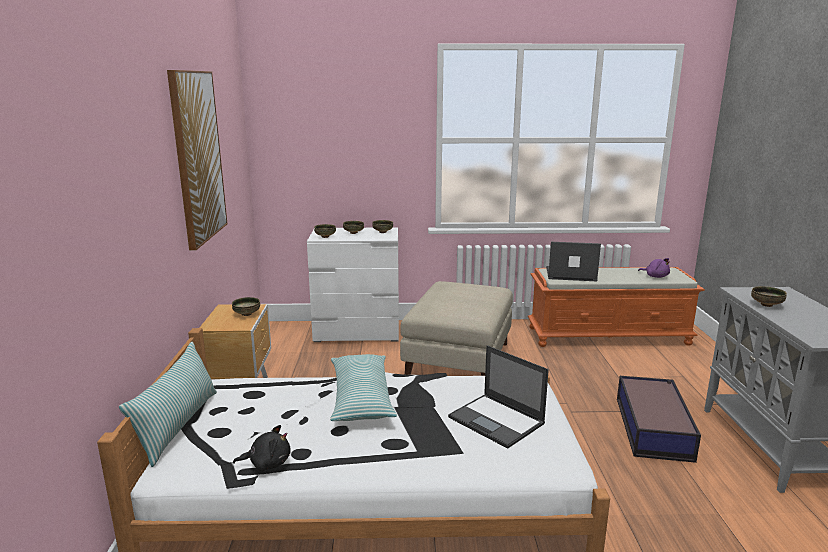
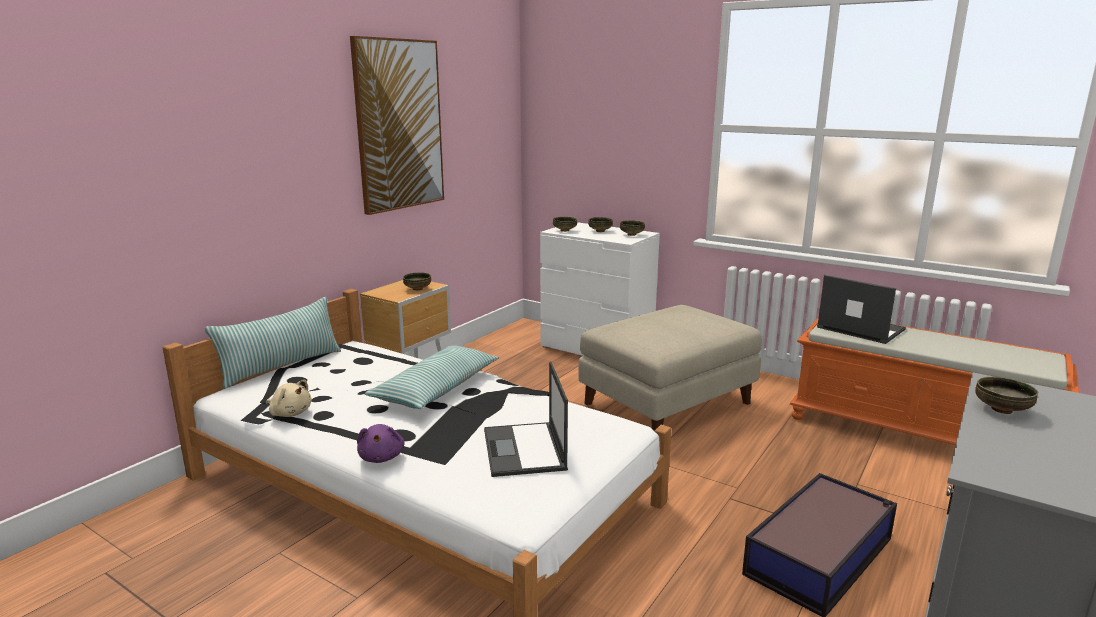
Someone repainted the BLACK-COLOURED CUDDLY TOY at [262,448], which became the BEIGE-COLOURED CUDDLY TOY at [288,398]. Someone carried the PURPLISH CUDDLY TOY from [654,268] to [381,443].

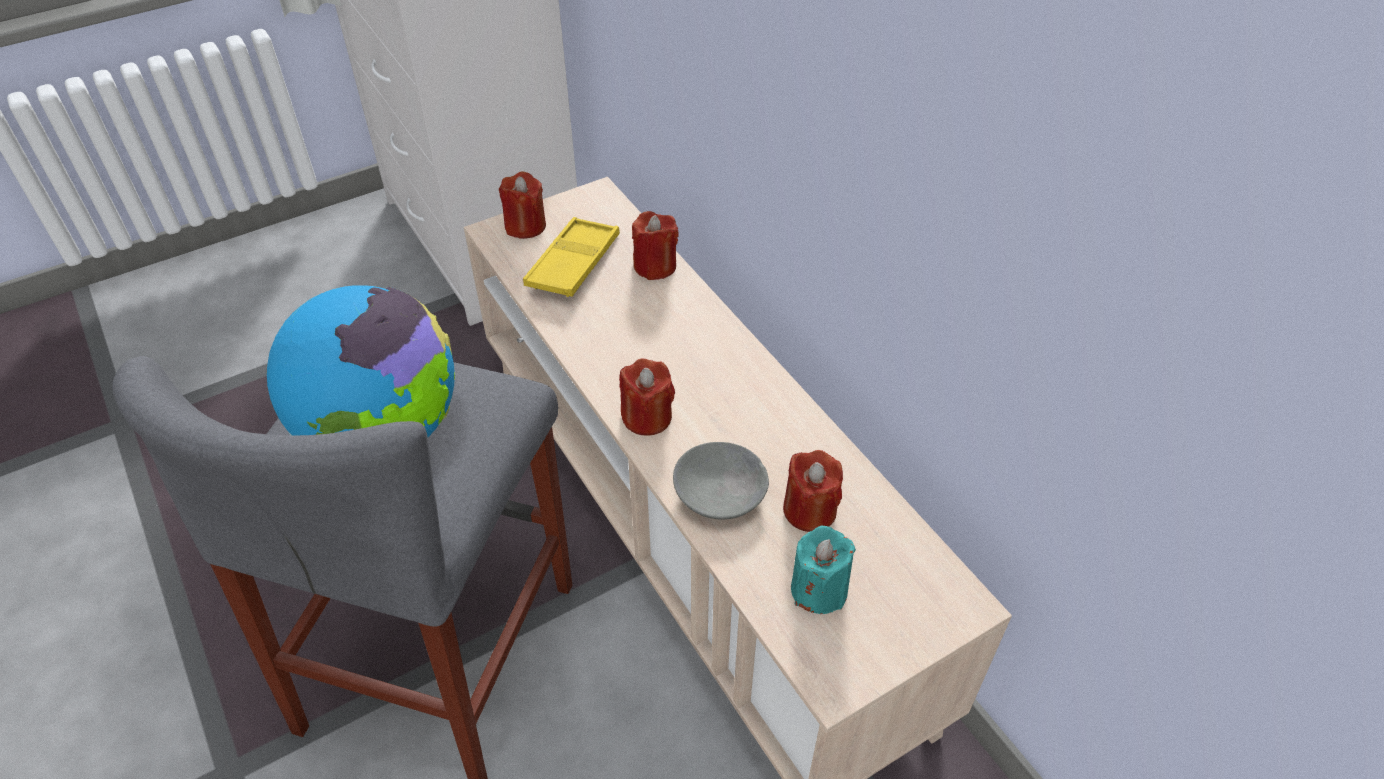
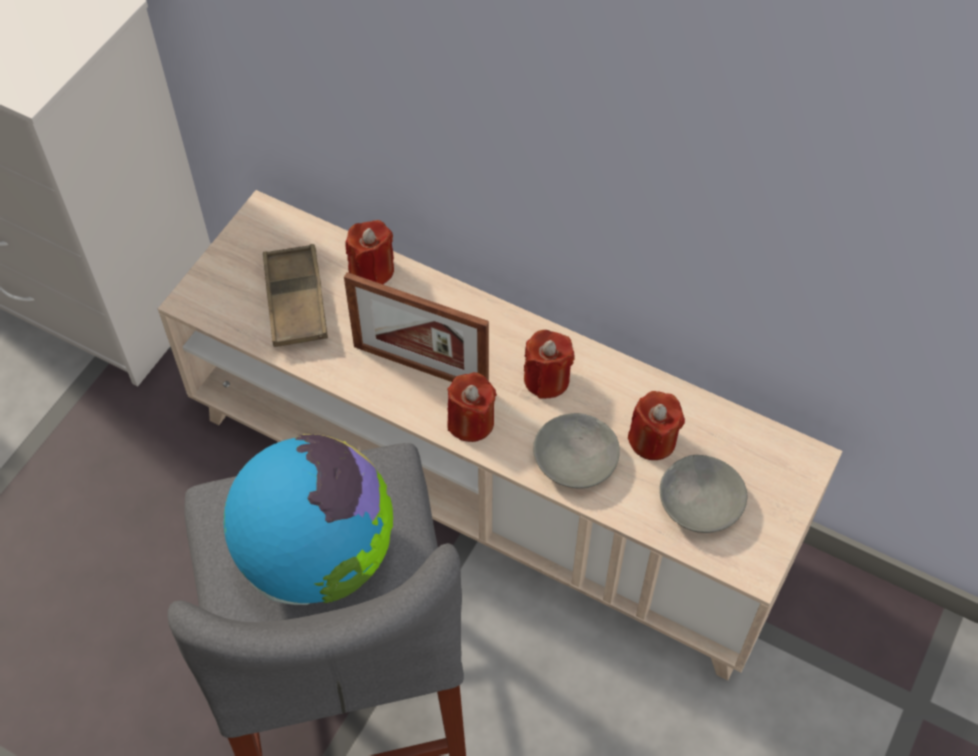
Someone carried the REDDISH CANDLE from [522,205] to [549,364]. Someone repainted the YELLOWISH CARRYING TRAY at [571,257], which became the BROWN-COLOURED CARRYING TRAY at [295,295]. Someone swapped the BLUE-GREEN CANDLE at [823,570] for the GREYISH BOWL at [703,494]. Someone put down the STANDING FRAME at [416,327].

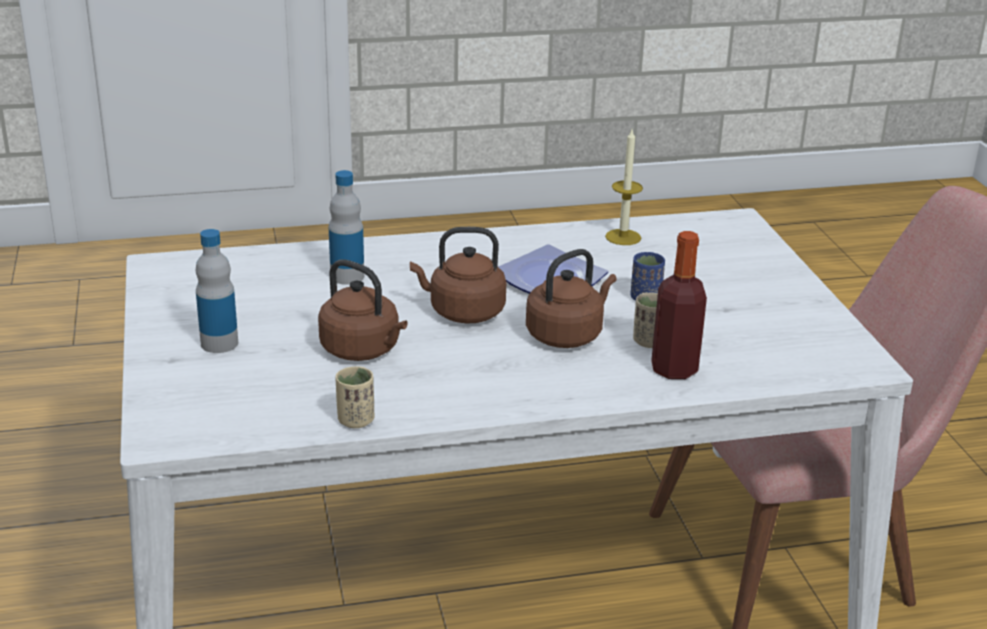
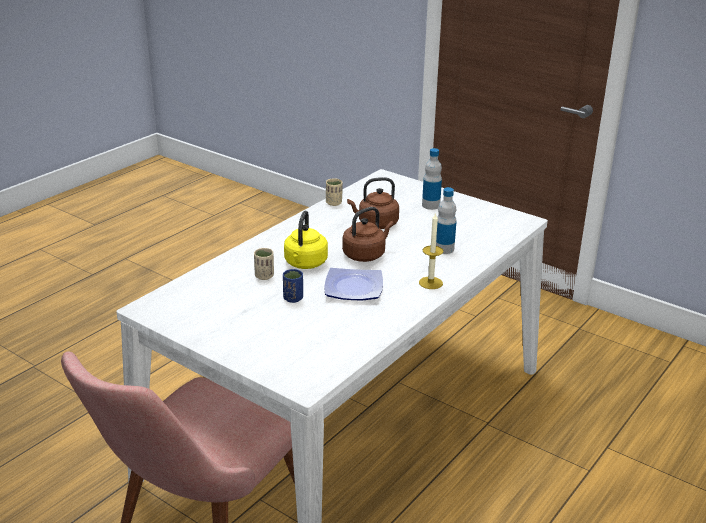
Someone repainted the BROWN-COLOURED WATER KETTLE at [571,298], which became the YELLOWISH WATER KETTLE at [306,240]. Someone carried the CANDLE from [624,187] to [431,250]. Someone took away the BEVERAGE BOTTLE at [679,305].

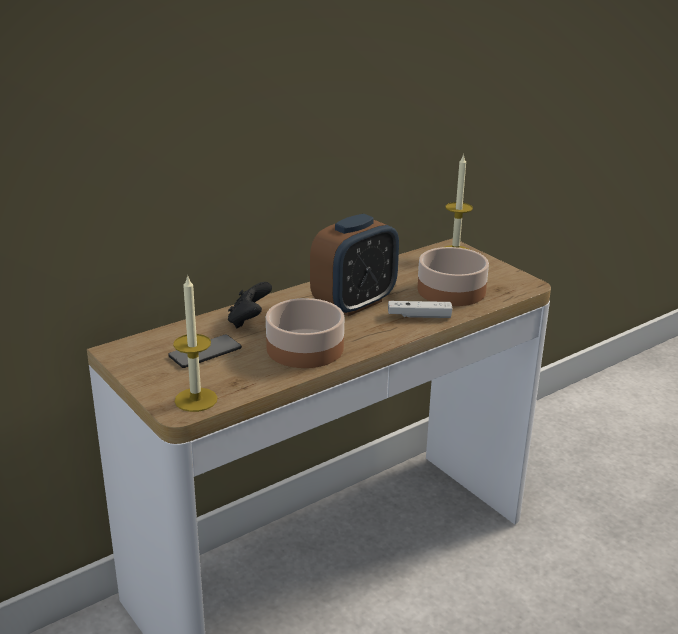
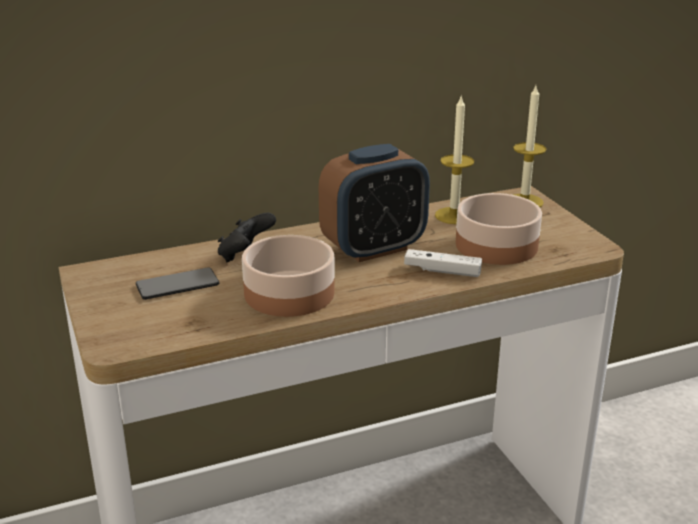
Someone carried the CANDLE from [195,343] to [454,159].

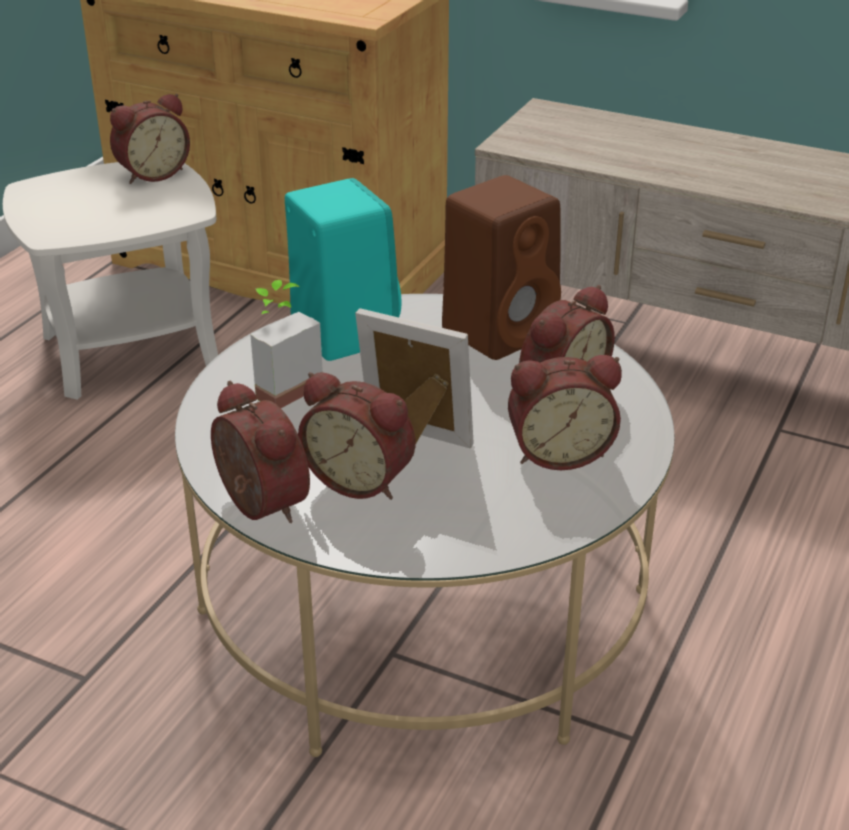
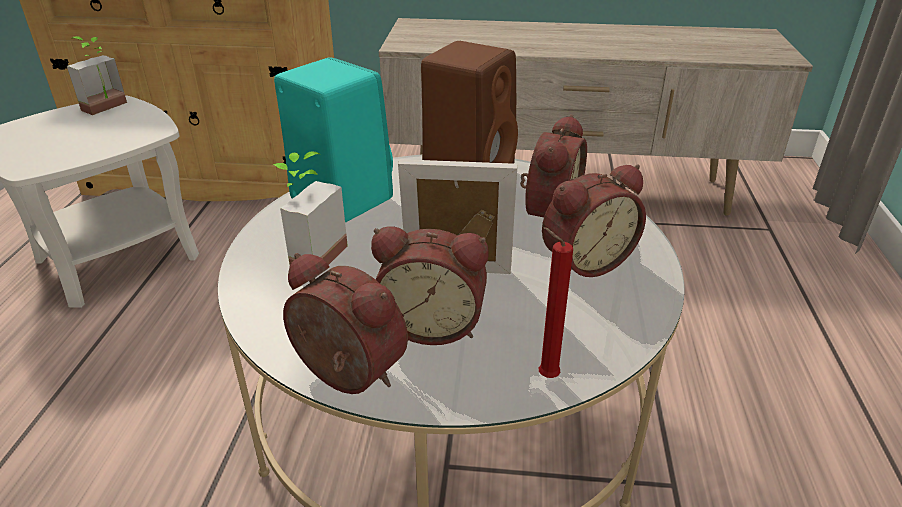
Someone swapped the BEDSIDE CLOCK at [150,138] for the POTTED PLANT at [97,75]. Someone put down the REDDISH CANDLE at [556,302].

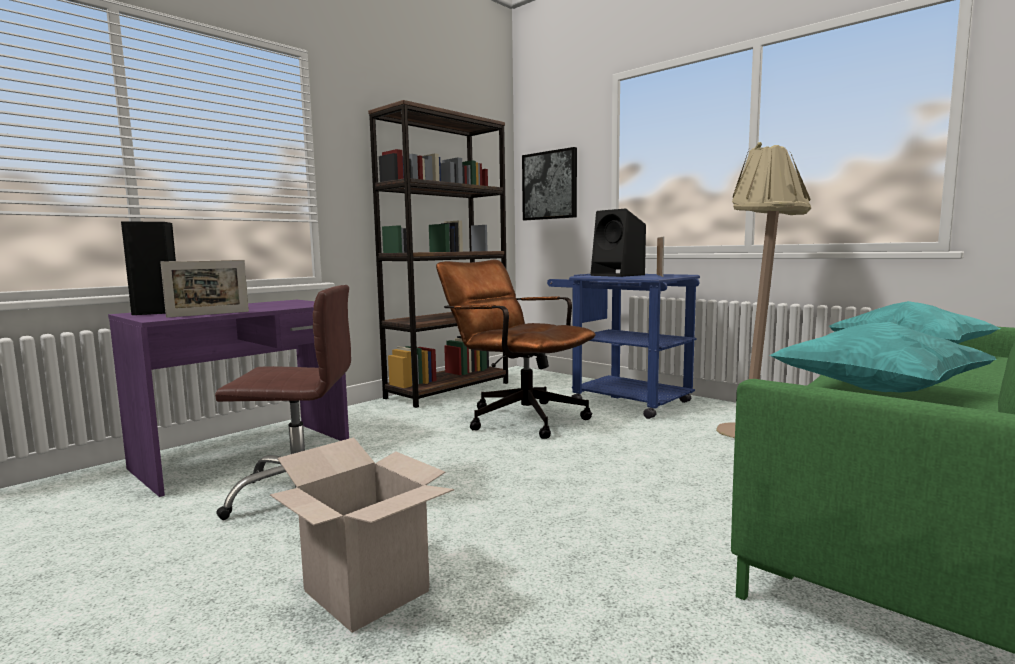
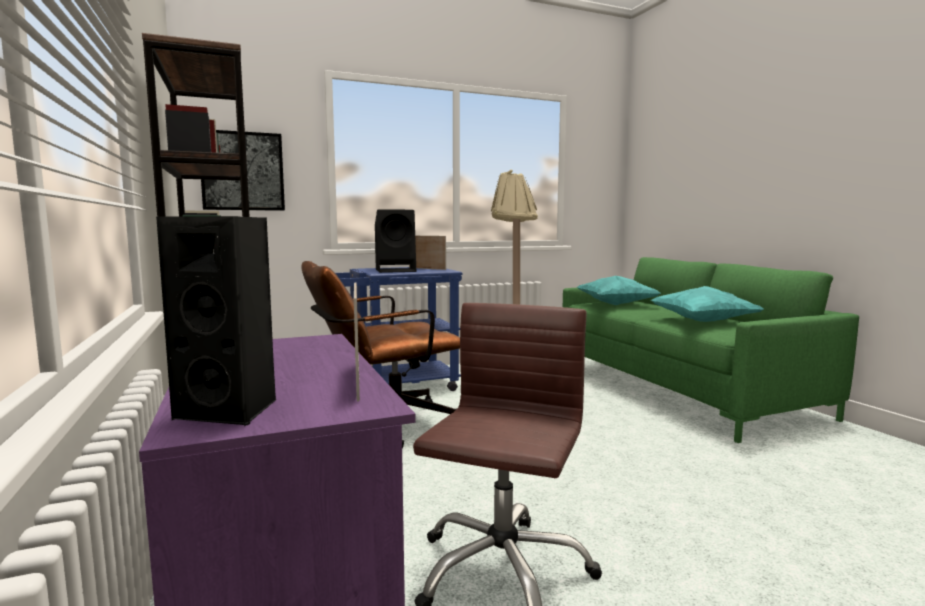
Someone took away the PACKING BOX at [362,535].

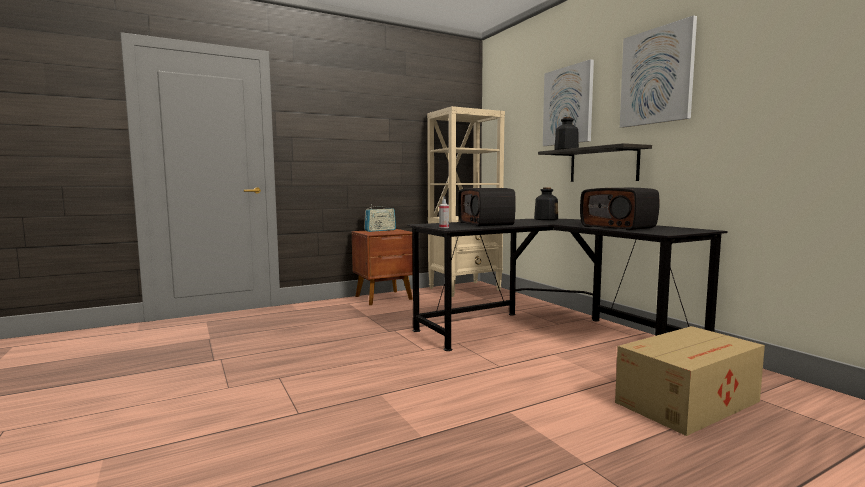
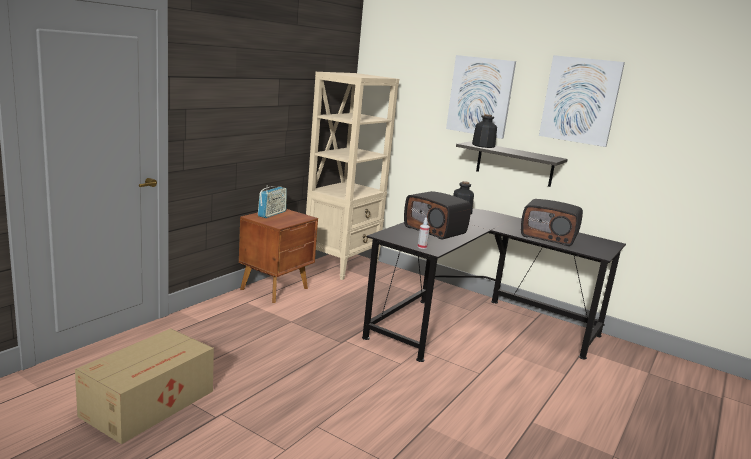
Someone carried the PACKING BOX from [690,381] to [144,386].

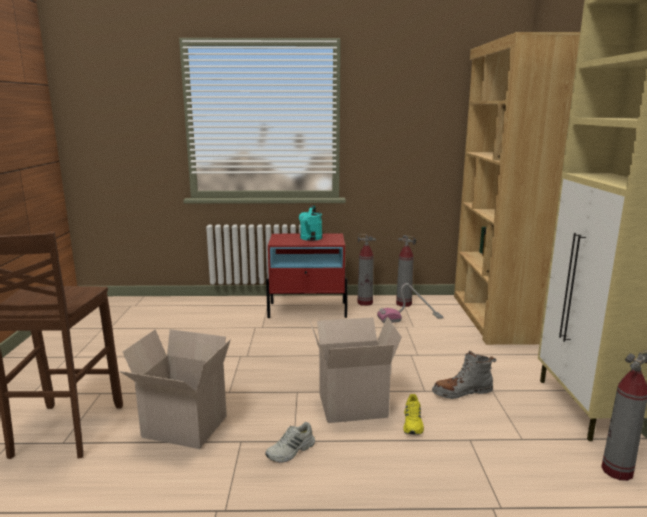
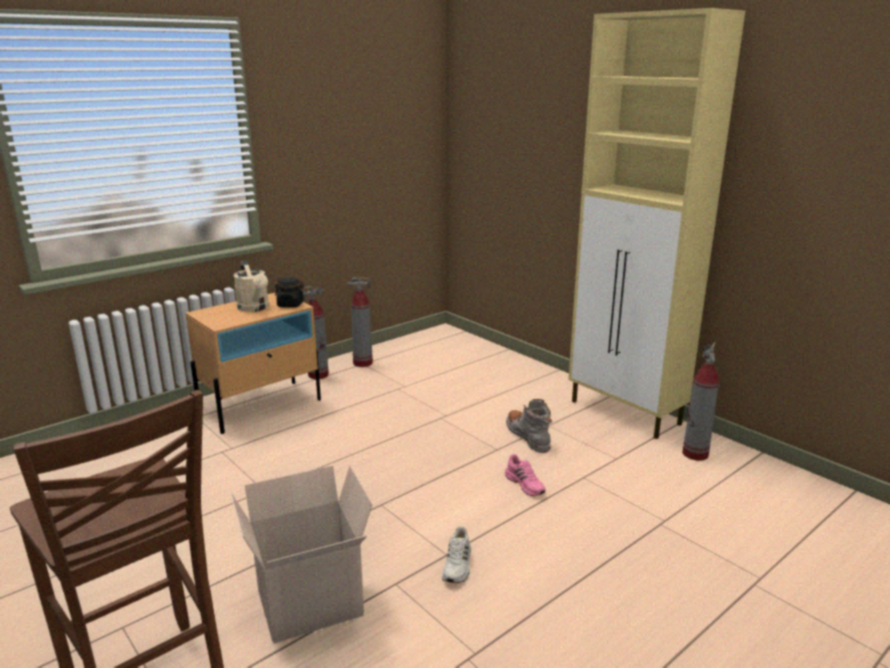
Someone repainted the REDDISH NIGHT TABLE at [307,275], which became the BEIGE-COLOURED NIGHT TABLE at [253,363]. Someone repainted the BLUE-GREEN WATERING CAN at [311,223], which became the BEIGE-COLOURED WATERING CAN at [251,286]. Someone took away the PACKING BOX at [356,369]. Someone took away the VACUUM at [410,303]. Someone repainted the YELLOWISH LOW SHOE at [413,414], which became the PINK LOW SHOE at [525,475]. Someone rotated the GREYISH BOOT at [464,375] by 120 degrees clockwise. Someone took away the BROWN-COLOURED BOOKSHELF at [517,188]. Someone put down the BLACK-COLOURED JAR at [289,292].

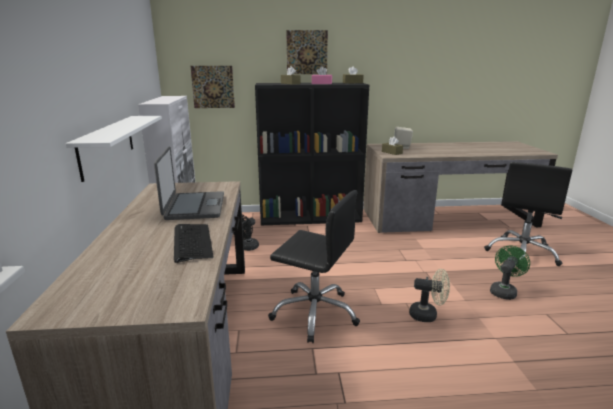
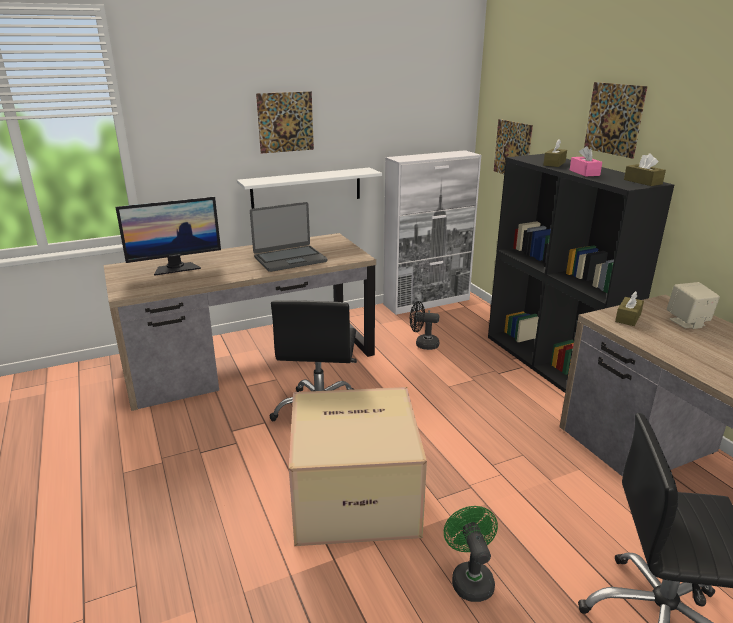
Someone took away the PC KEYBOARD at [194,243]. Someone swapped the BEIGE-COLOURED COOLING FAN at [429,295] for the PACKING BOX at [358,466]. Someone rotated the GREENISH COOLING FAN at [510,273] by 120 degrees counterclockwise. Someone put down the MONITOR at [168,236]. Someone put up the WALL ART at [285,122].

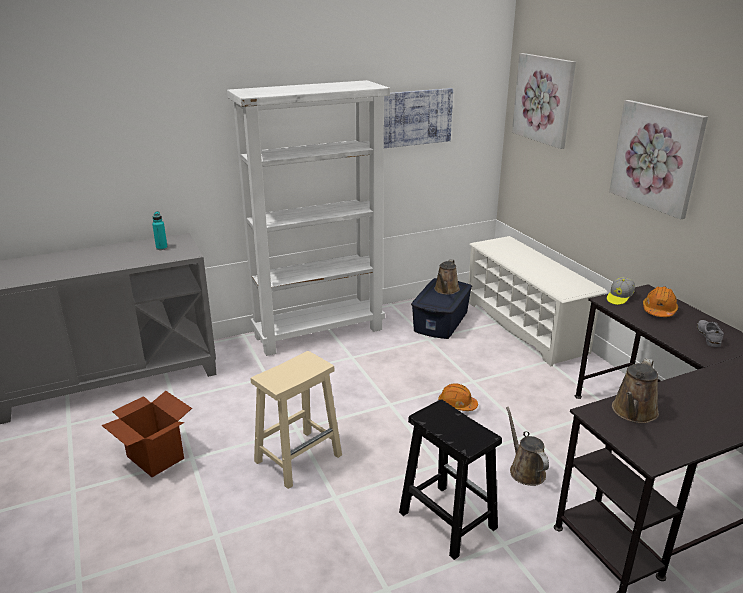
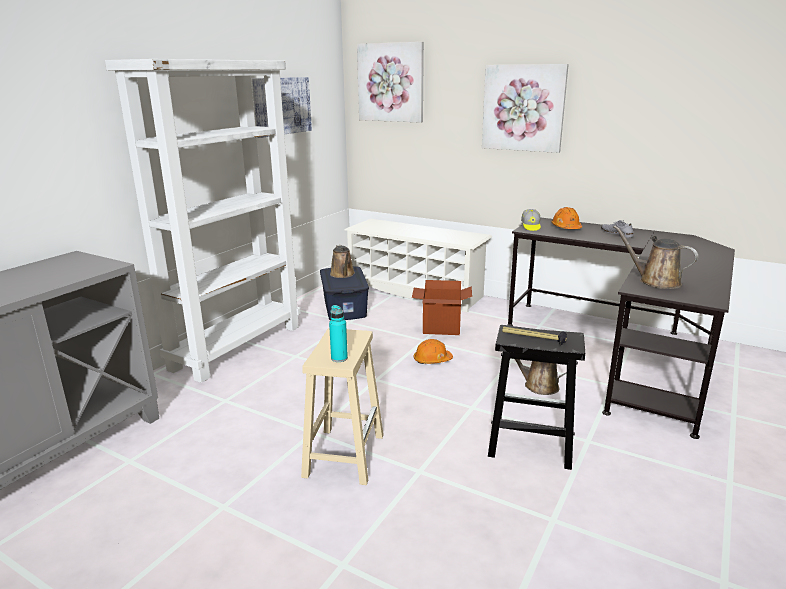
Someone carried the PACKING BOX from [147,434] to [442,307]. Someone carried the BLUE-GREEN BEVERAGE BOTTLE from [160,230] to [338,333]. Someone rotated the BROWN-COLOURED WATERING CAN at [635,390] by 135 degrees clockwise. Someone put down the HAND HAMMER at [534,336].

